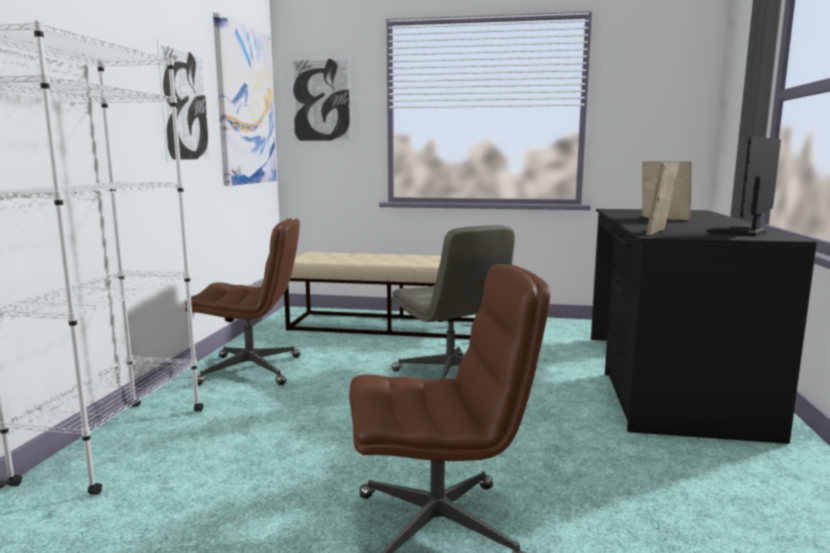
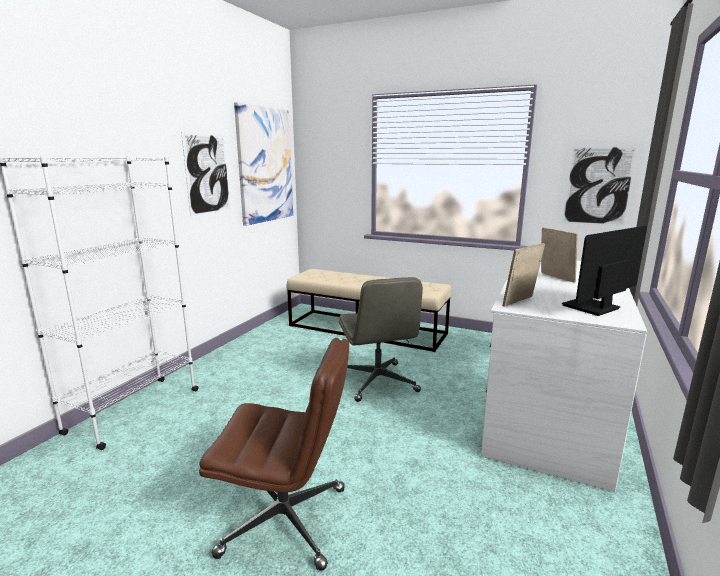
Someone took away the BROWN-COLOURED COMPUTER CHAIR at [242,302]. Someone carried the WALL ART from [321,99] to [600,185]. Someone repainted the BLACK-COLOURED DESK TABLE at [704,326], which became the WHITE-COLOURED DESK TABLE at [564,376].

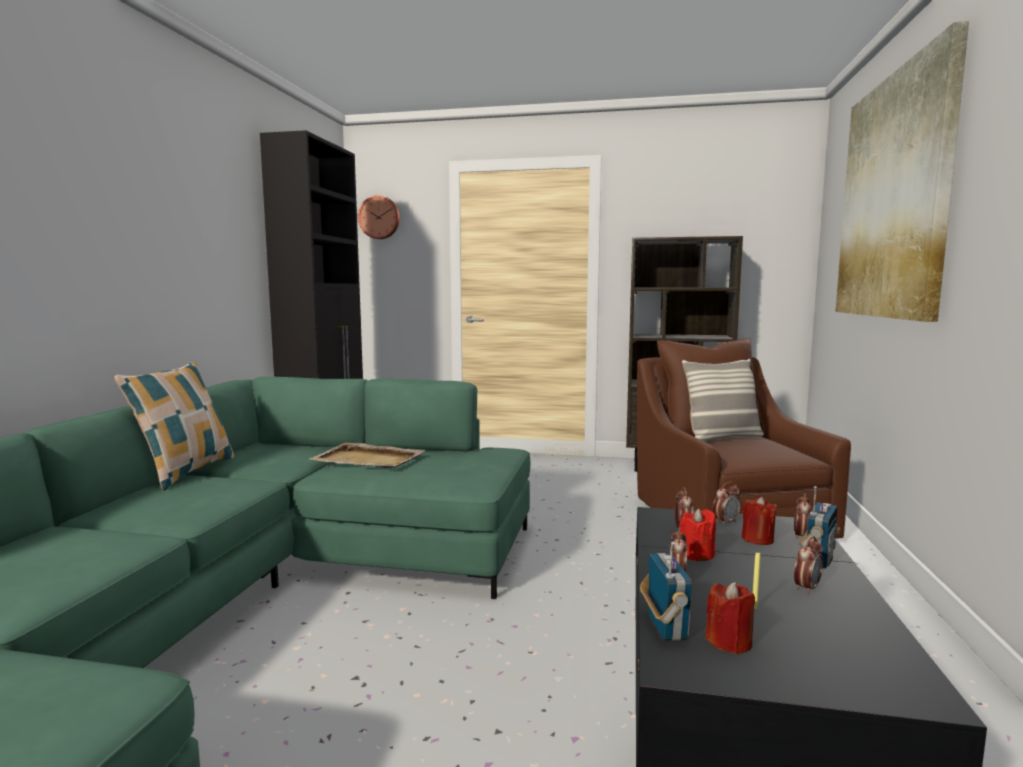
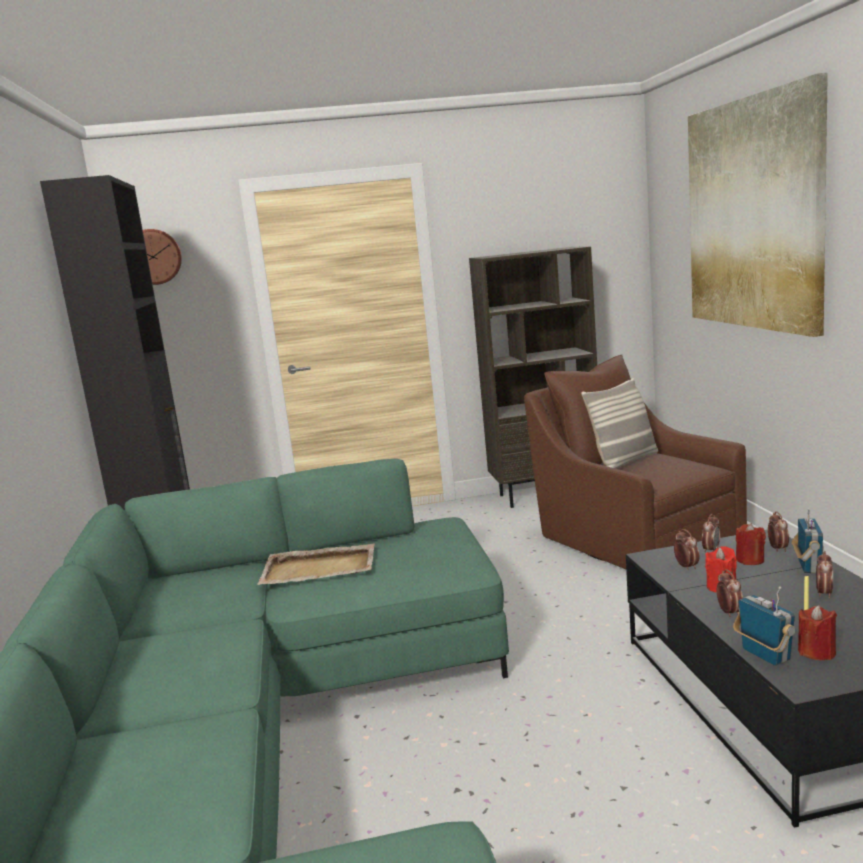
Someone took away the CUSHION at [174,426].

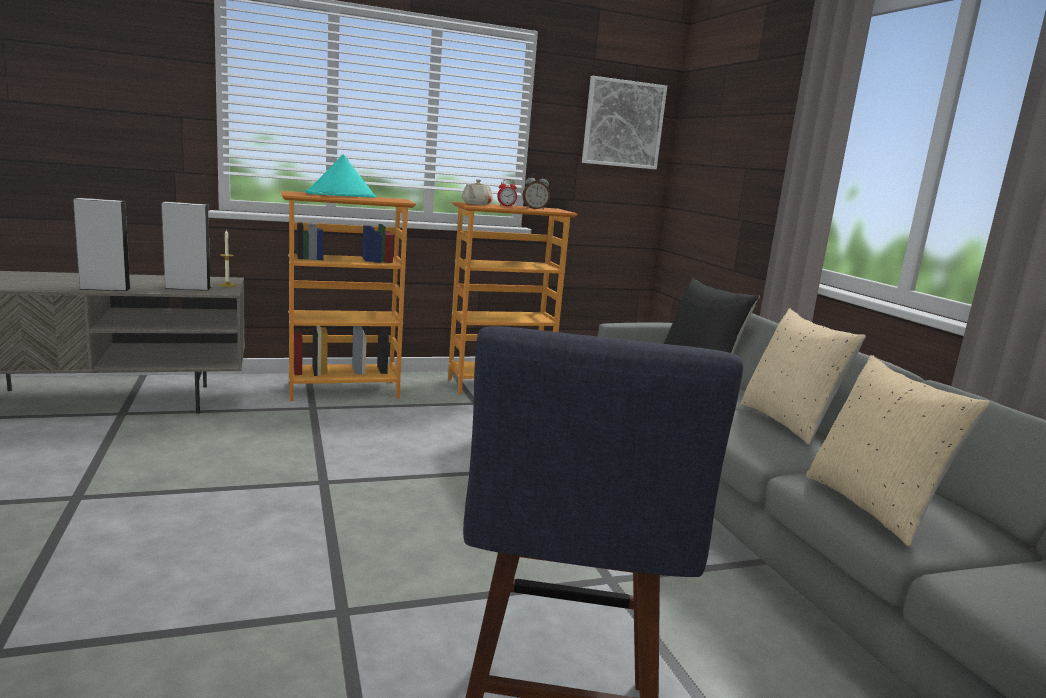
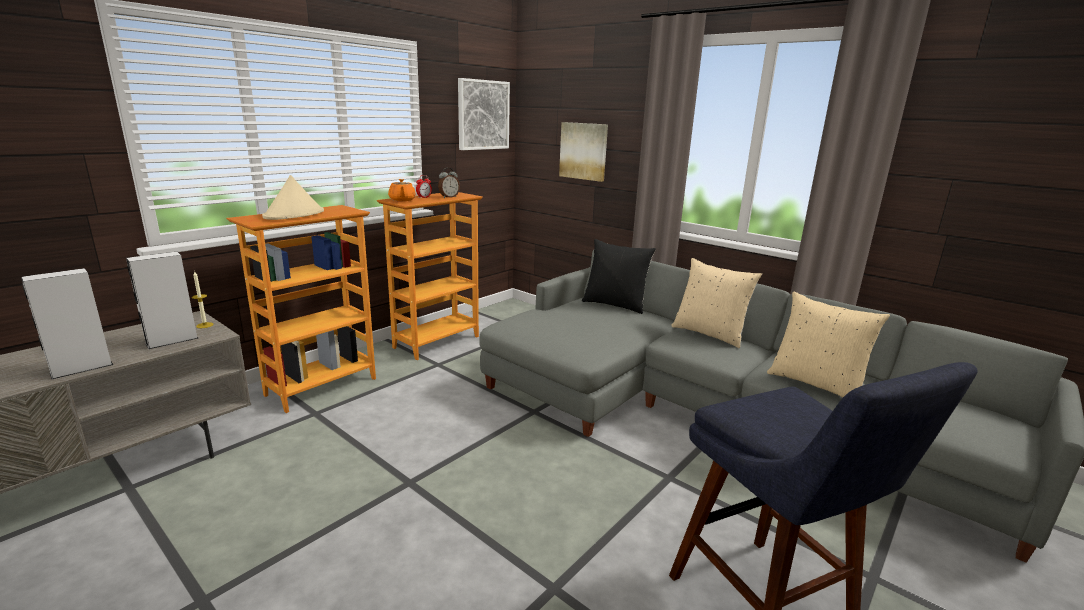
Someone repainted the BLUE-GREEN CLOTHING HAT at [340,176], which became the BEIGE-COLOURED CLOTHING HAT at [293,197]. Someone repainted the BEIGE-COLOURED POT FOR TEA at [477,192], which became the ORANGEY POT FOR TEA at [402,190]. Someone put up the WALL ART at [583,152].

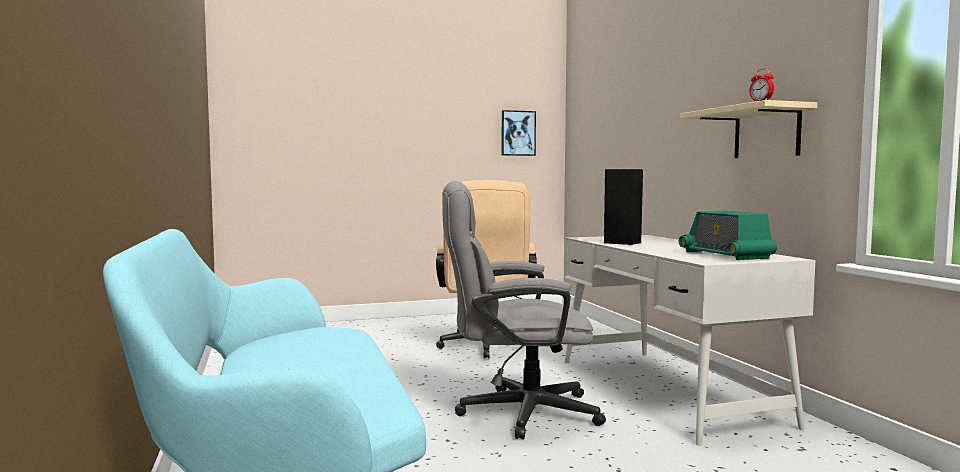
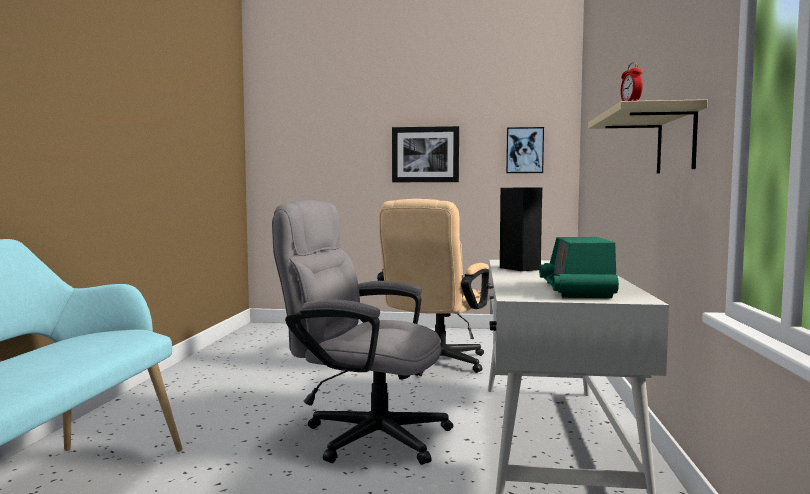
Someone put up the WALL ART at [425,154].

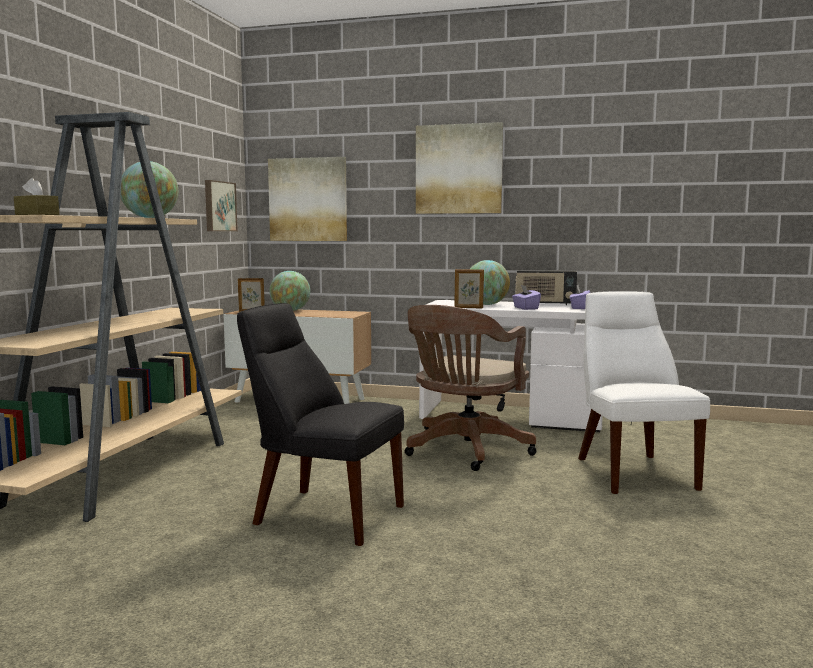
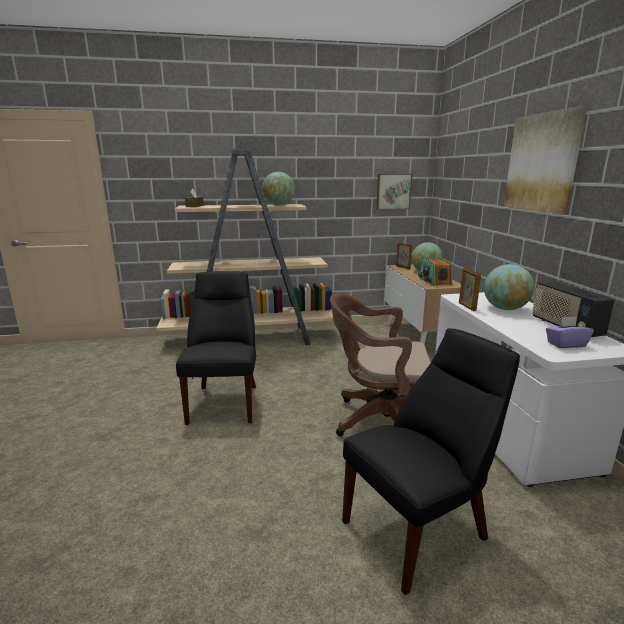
Someone took away the WALL ART at [307,199]. Someone took away the PURPLISH TISSUE HOLDER at [526,297]. Someone repainted the WHITE-COLOURED PLAIN CHAIR at [644,392], which became the BLACK-COLOURED PLAIN CHAIR at [431,461]. Someone put down the RADIO RECEIVER at [435,272].

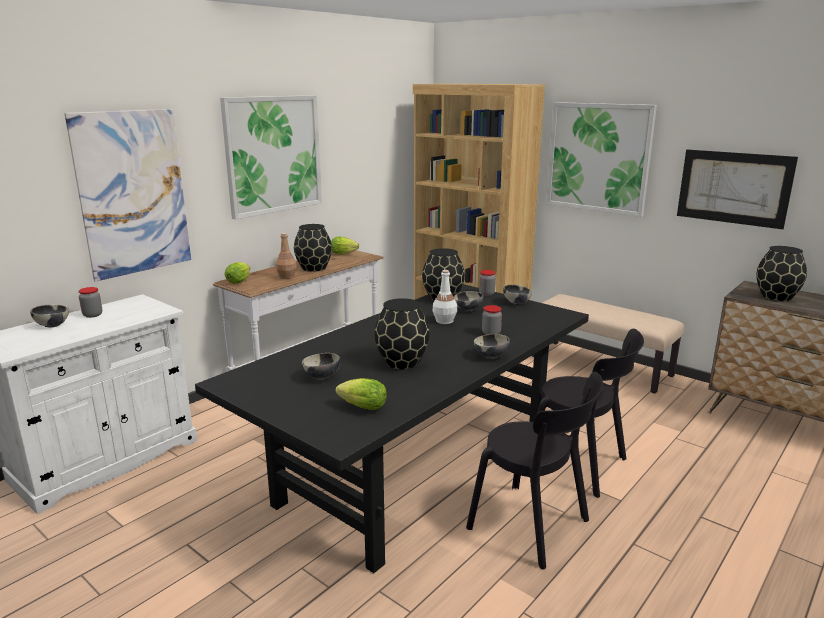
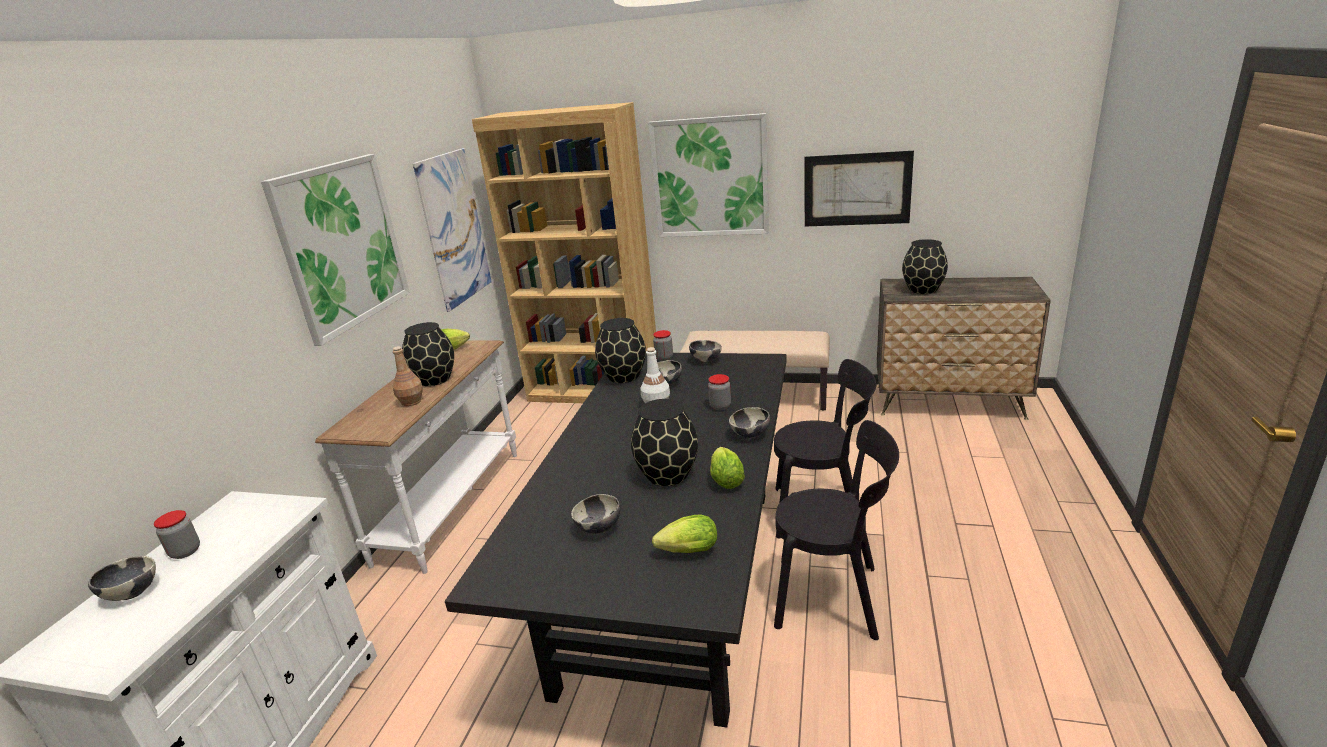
Someone carried the WALL ART from [128,195] to [452,230]. Someone carried the HEAD OF LETTUCE from [237,273] to [727,468].

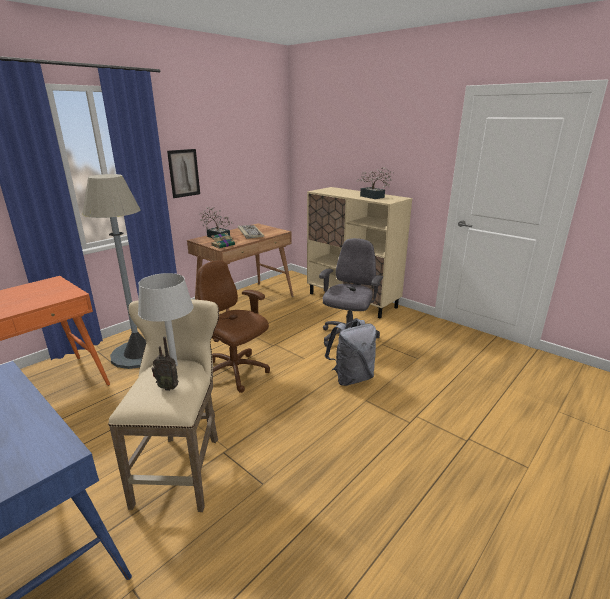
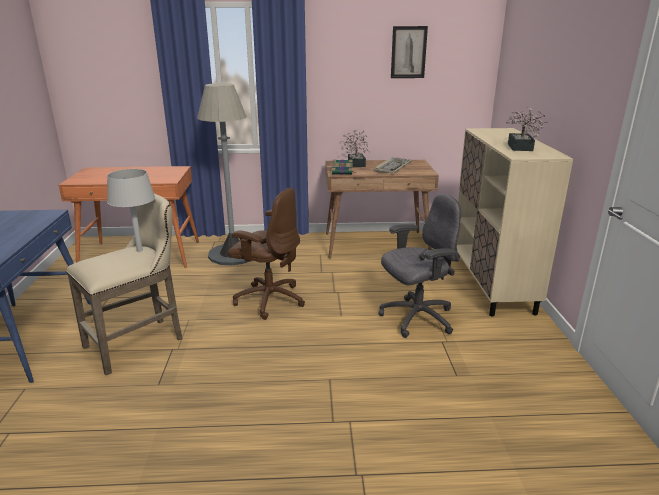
Someone took away the RADIO RECEIVER at [165,364]. Someone carried the WALL ART from [183,173] to [409,52]. Someone rotated the BROWN-COLOURED COMPUTER CHAIR at [233,326] by 120 degrees clockwise. Someone took away the GREYISH BACKPACK at [351,352].

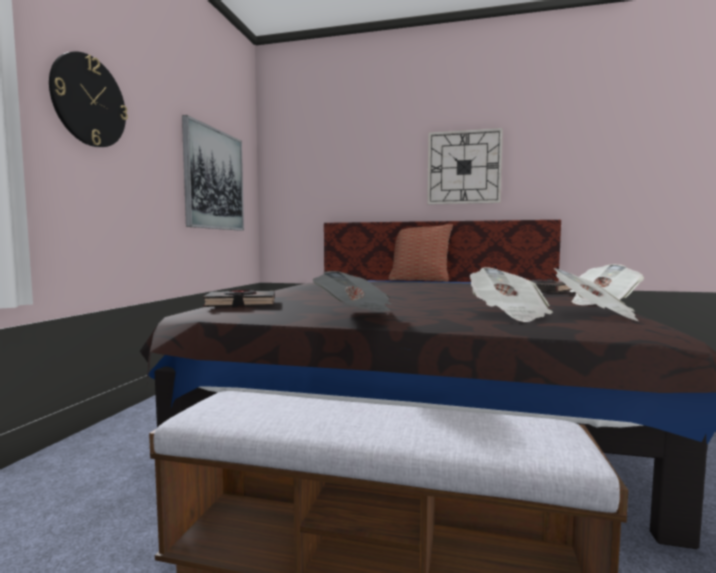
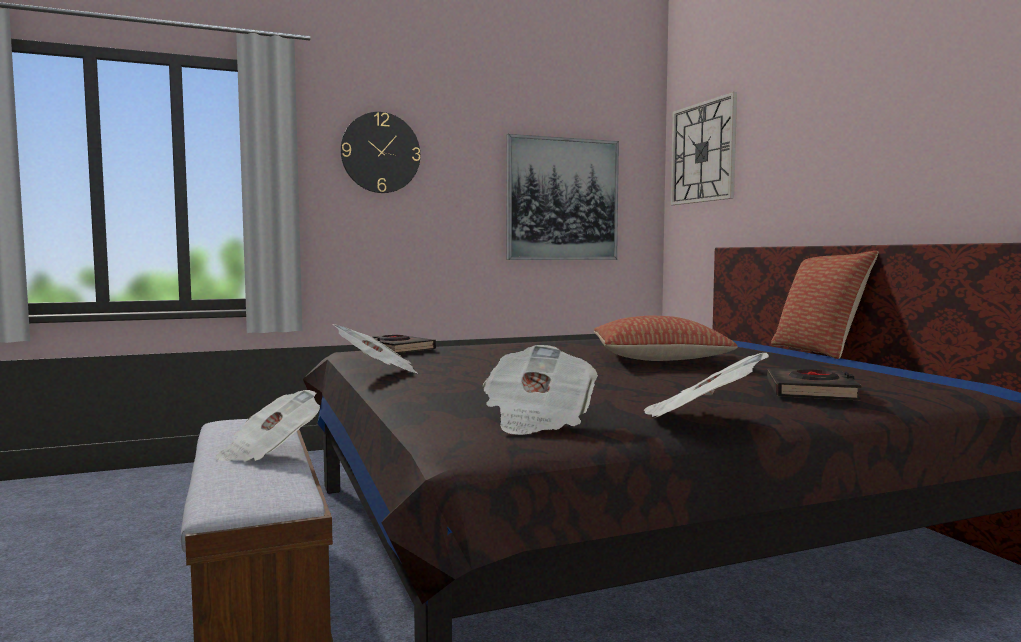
Someone carried the CLOCK ON THE WALL from [465,166] to [704,148]. Someone carried the NEWSPAPER from [511,294] to [268,425]. Someone put down the CUSHION at [665,338].

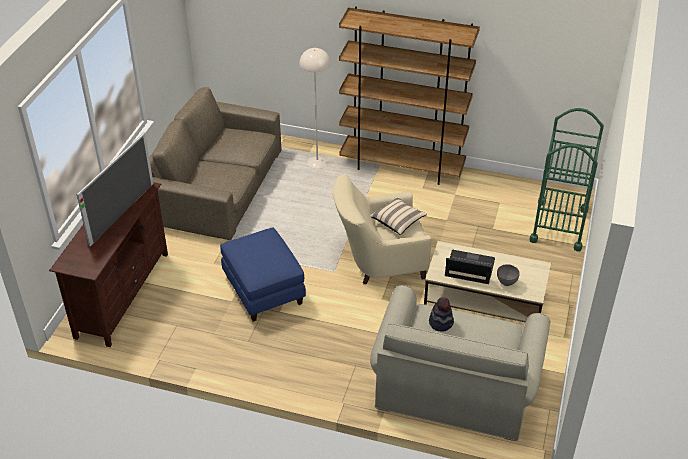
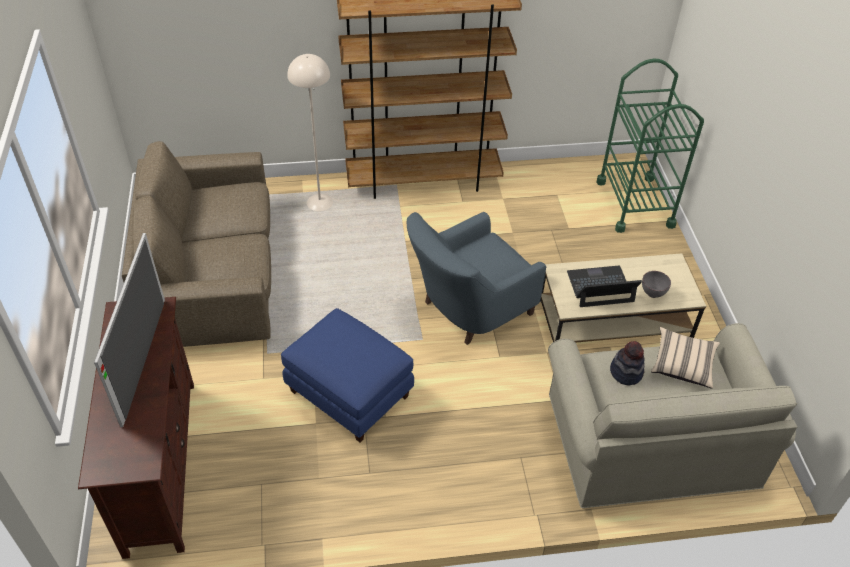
Someone repainted the BEIGE-COLOURED ARMCHAIR at [382,229], which became the BLUISH ARMCHAIR at [476,278]. Someone carried the BEIGE-COLOURED CUSHION from [398,215] to [685,357].

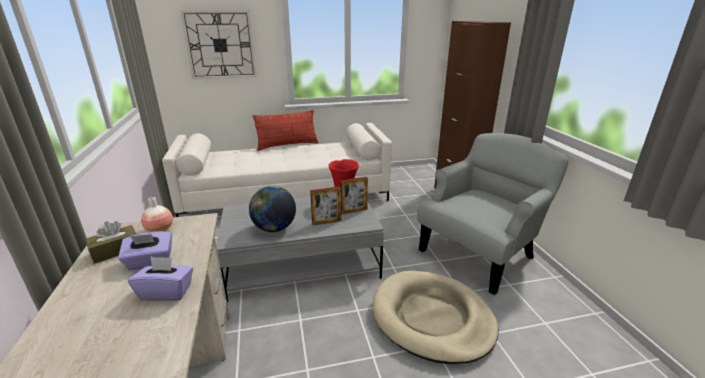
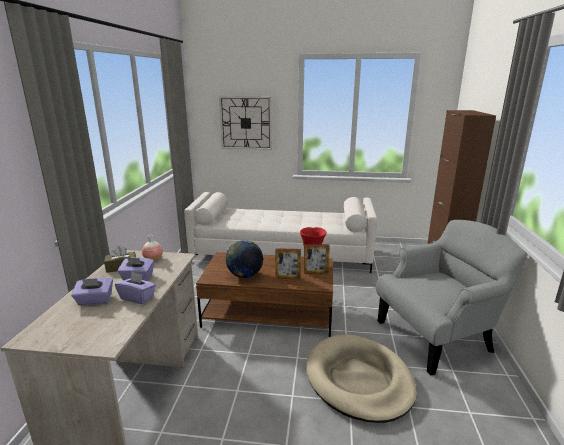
Someone repainted the GREYISH COFFEE TABLE at [300,249], which became the BROWN-COLOURED COFFEE TABLE at [264,294]. Someone took away the CUSHION at [285,130]. Someone put down the PURPLISH TISSUE HOLDER at [92,291].

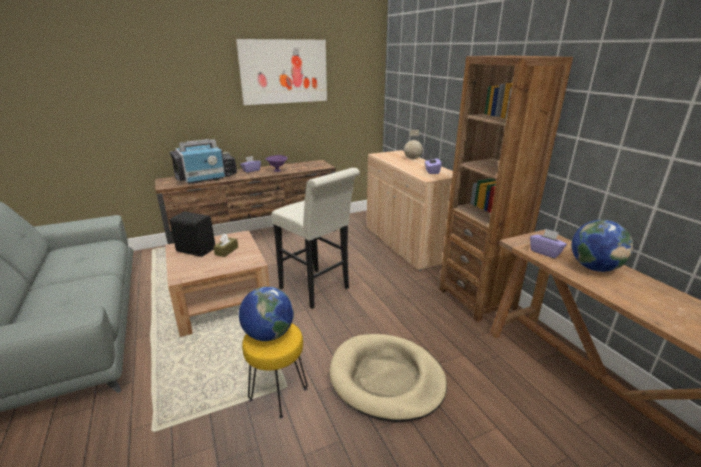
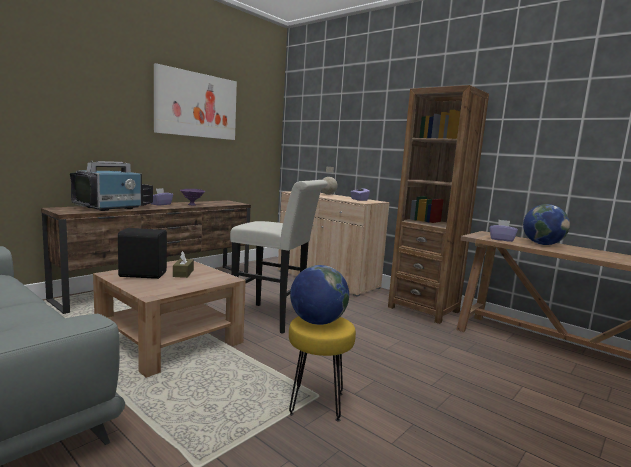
Someone took away the BEIGE-COLOURED PET BED at [388,378].

